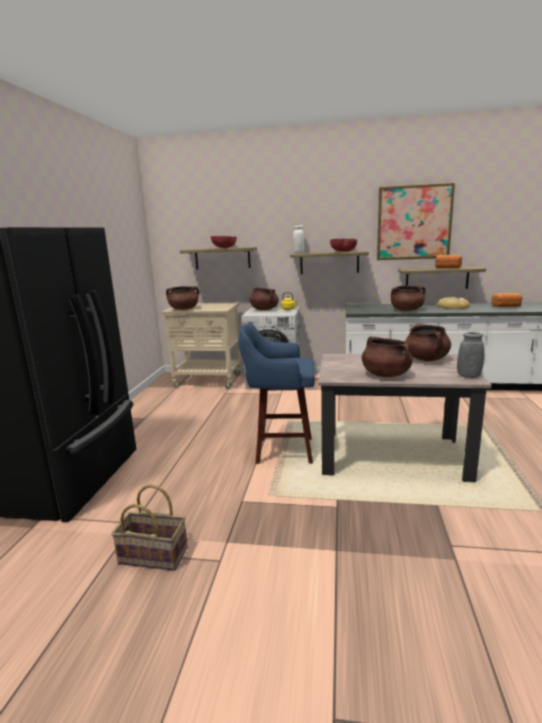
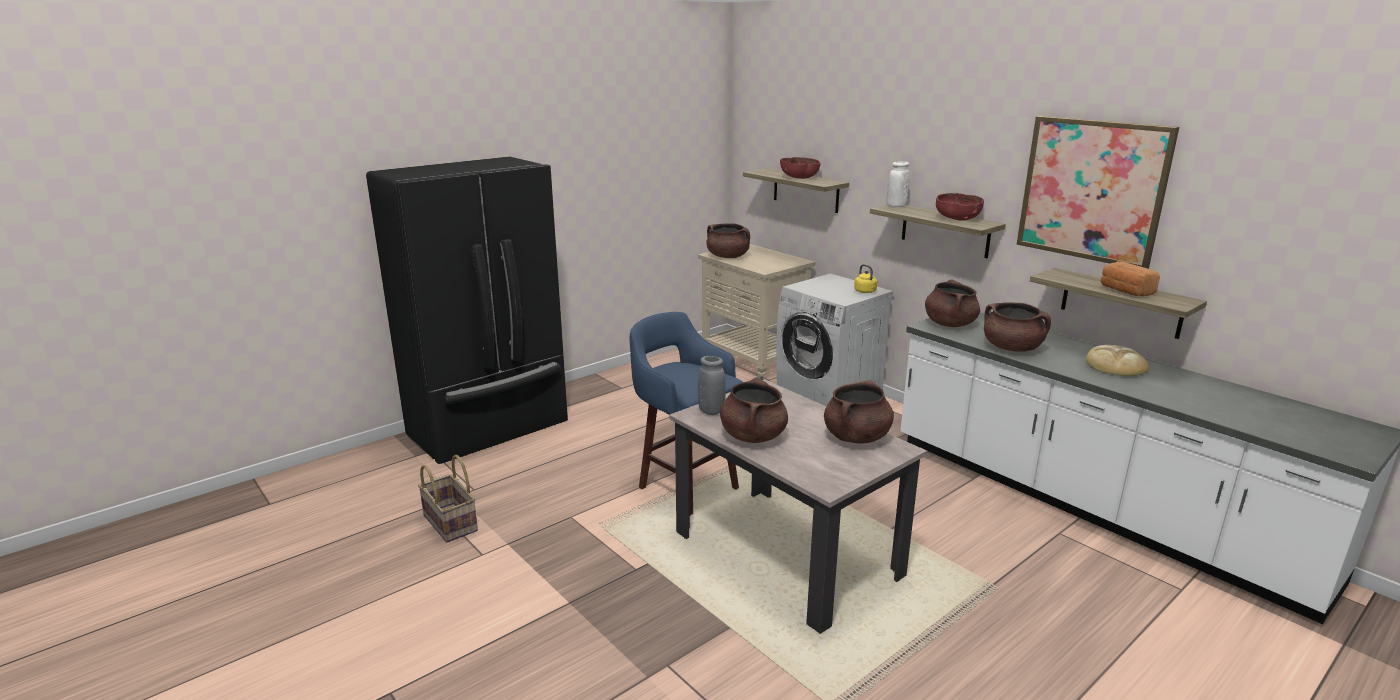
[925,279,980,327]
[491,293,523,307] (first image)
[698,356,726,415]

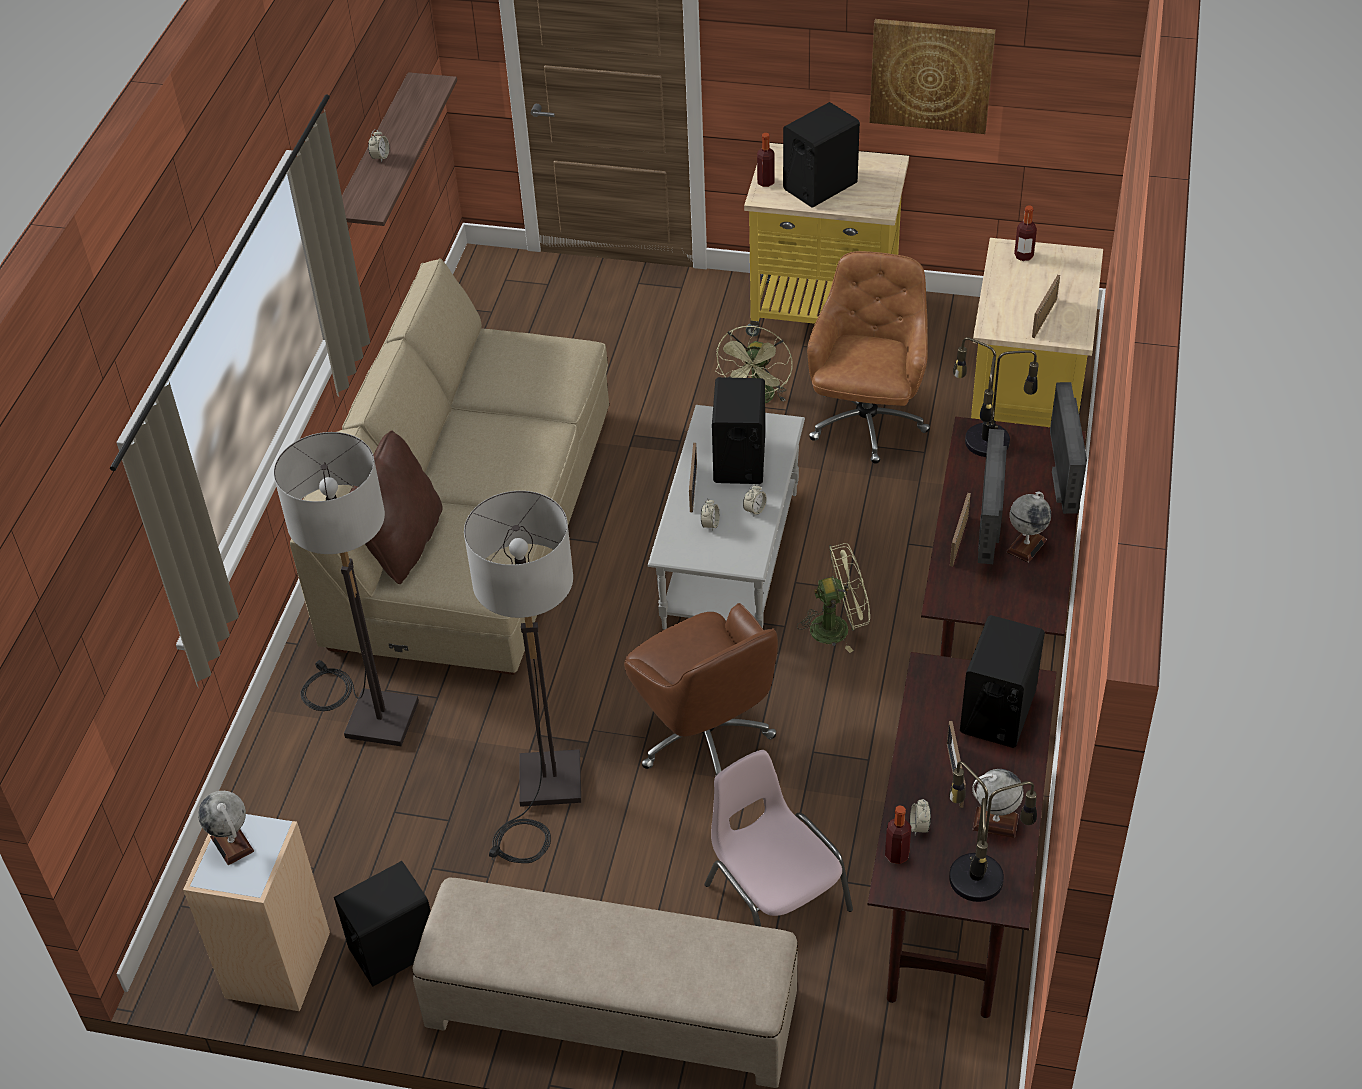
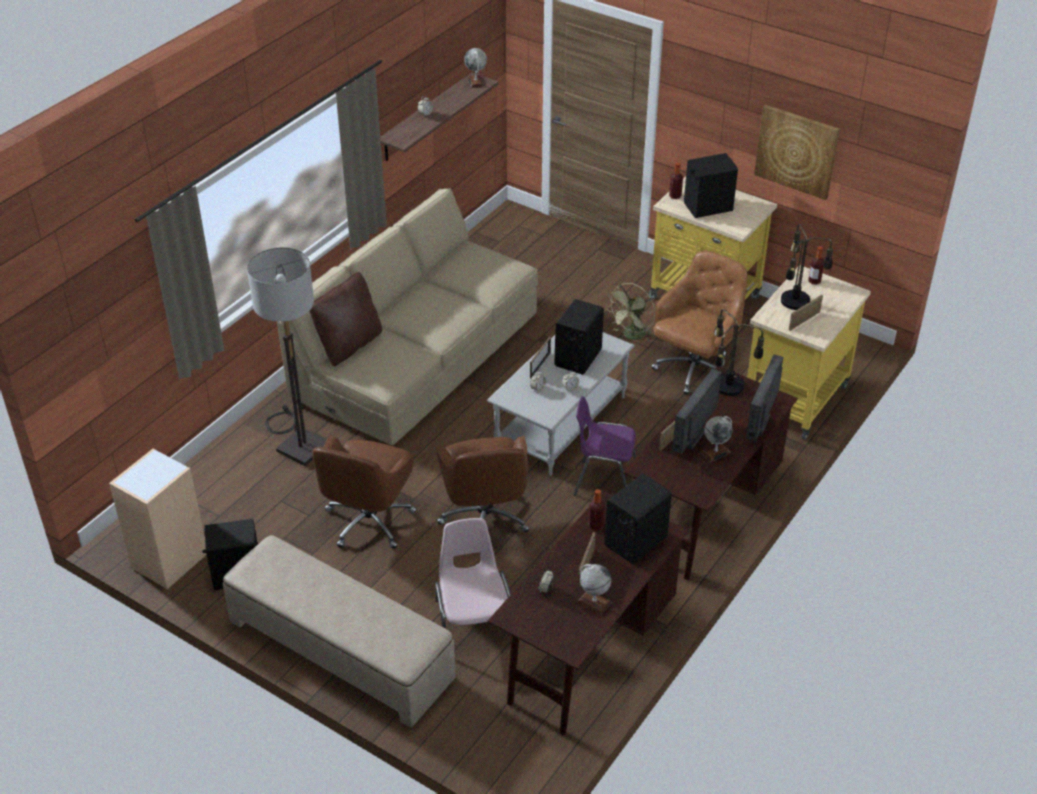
[313,435,416,548]
[574,396,637,495]
[781,224,833,310]
[464,48,487,88]
[588,489,605,530]

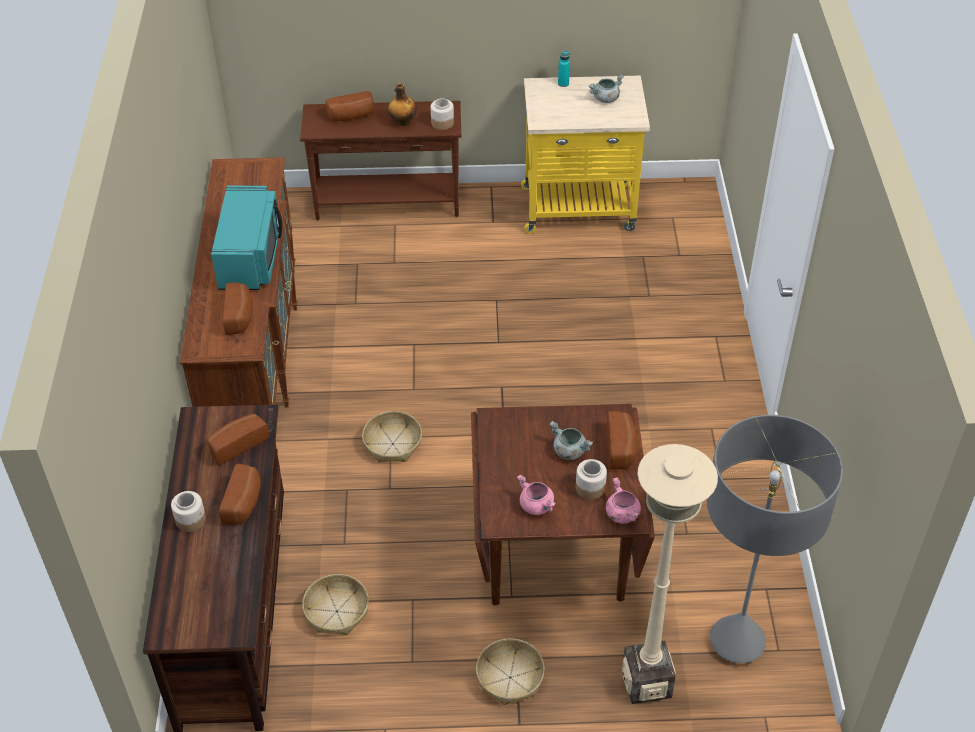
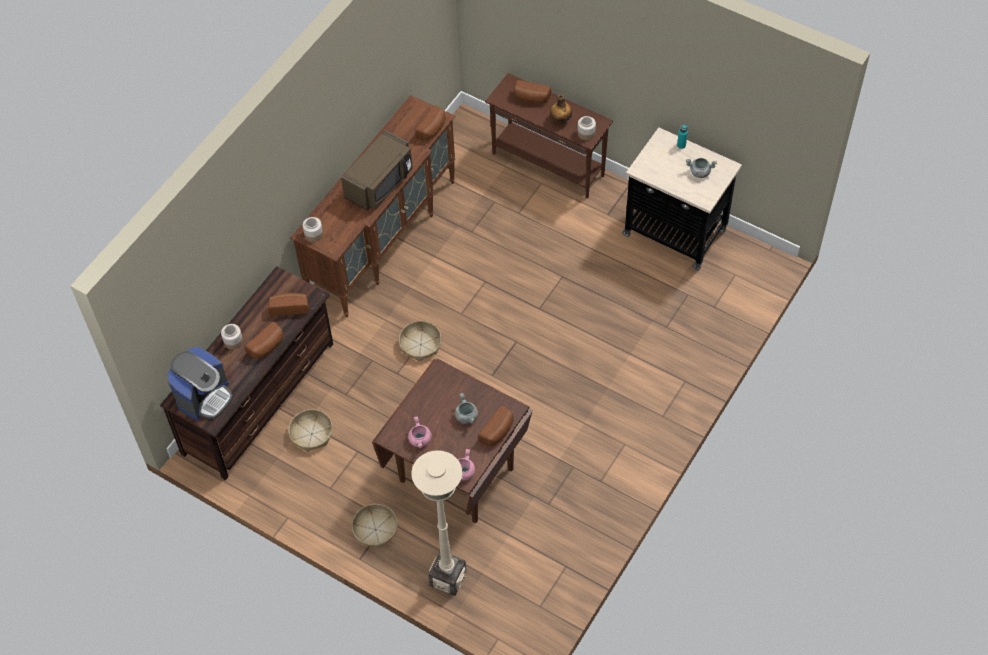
[622,127,742,271]
[341,130,413,210]
[415,106,446,141]
[707,415,843,663] (first image)
[303,217,323,242]
[167,347,233,421]

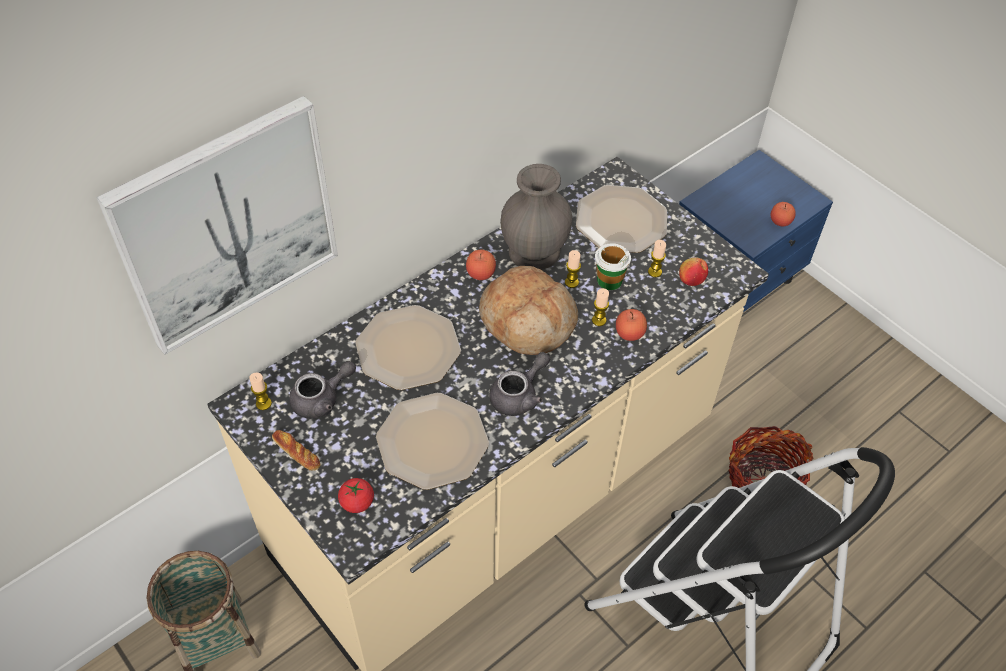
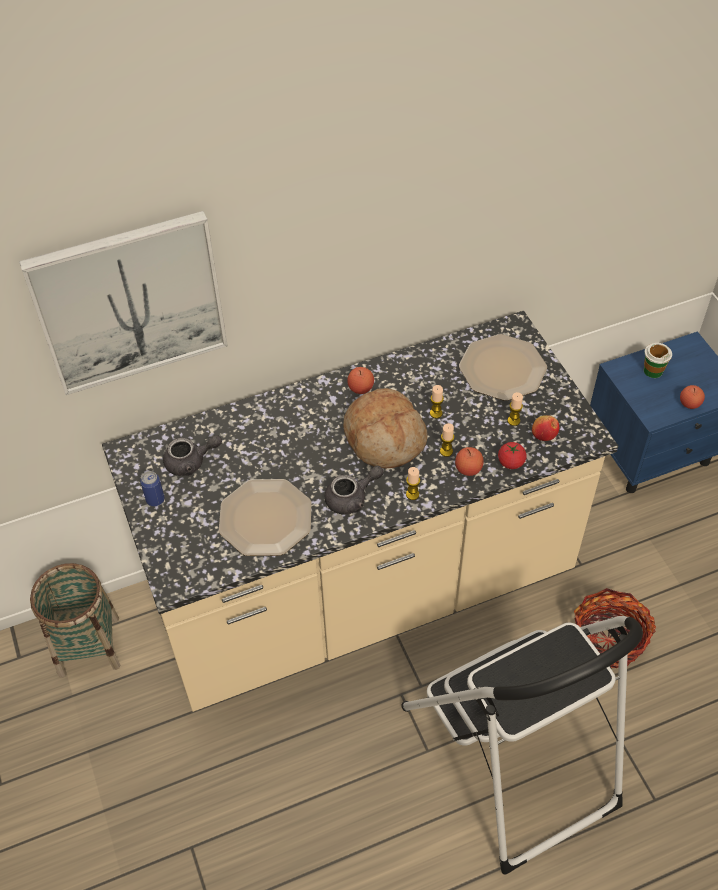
[500,164,572,270] (first image)
[644,343,672,378]
[355,305,461,390] (first image)
[406,467,420,500]
[140,471,164,506]
[498,442,527,469]

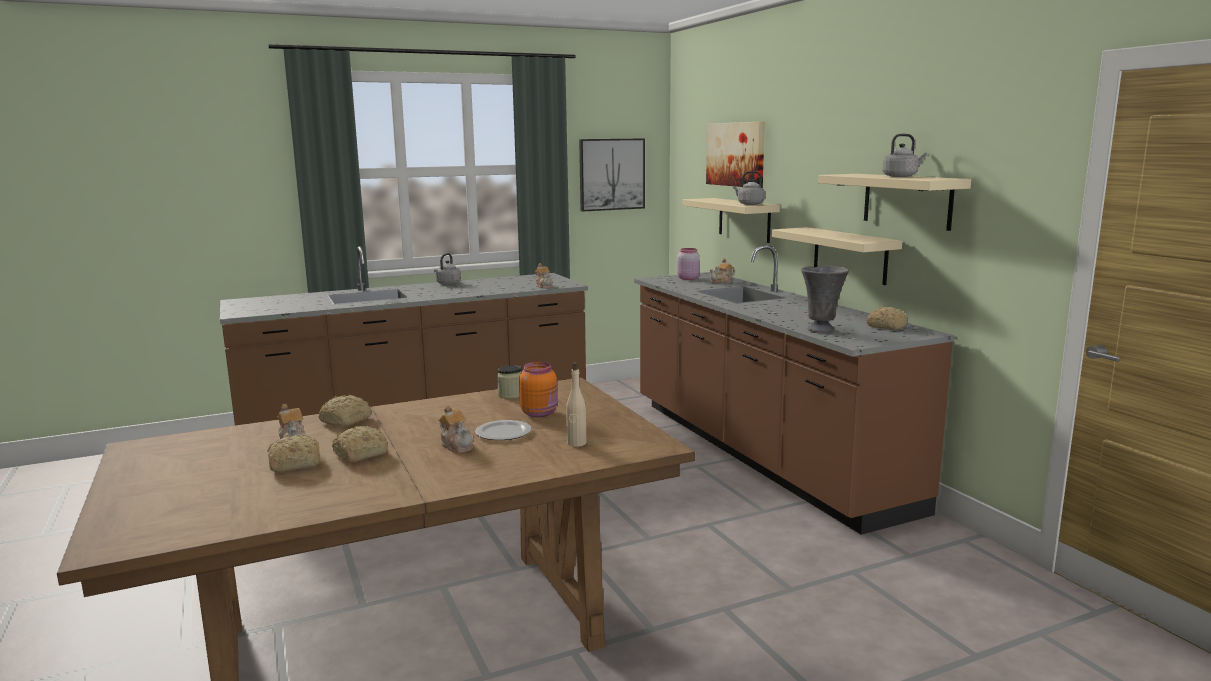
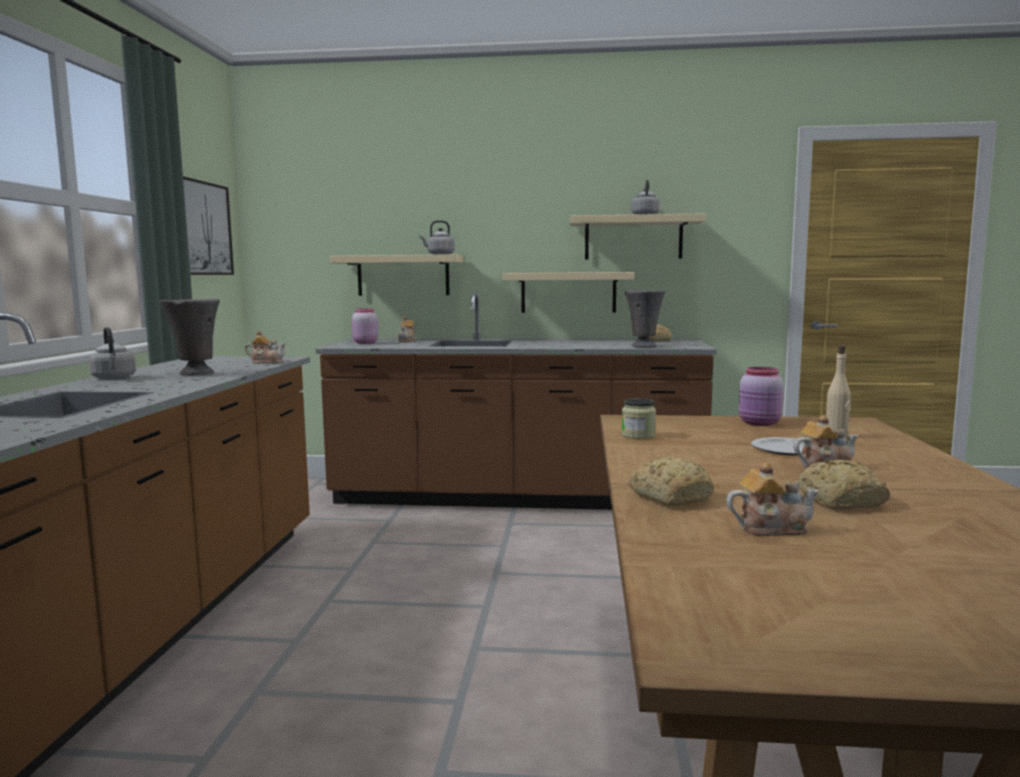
[706,122,765,188] (first image)
[519,362,557,417] (first image)
[267,435,320,472] (first image)
[160,299,220,375]
[739,367,784,426]

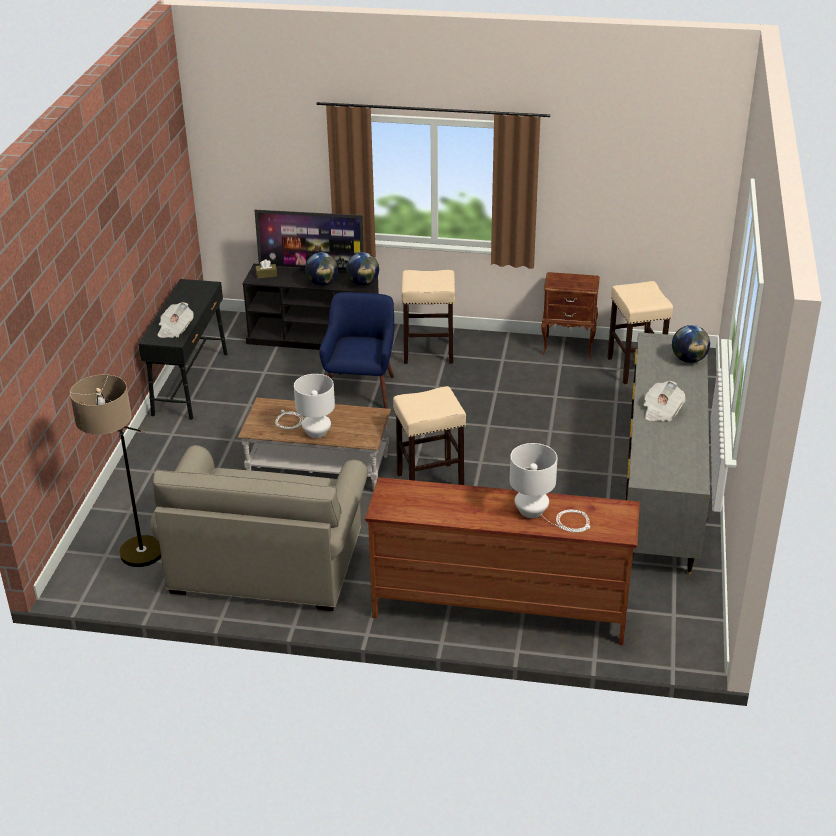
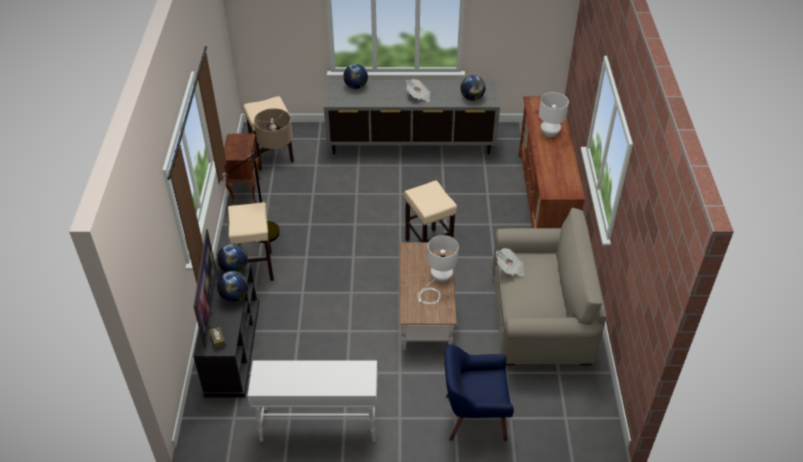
[247,360,378,442]
[444,344,514,441]
[496,248,524,277]
[222,108,293,243]
[461,75,486,101]

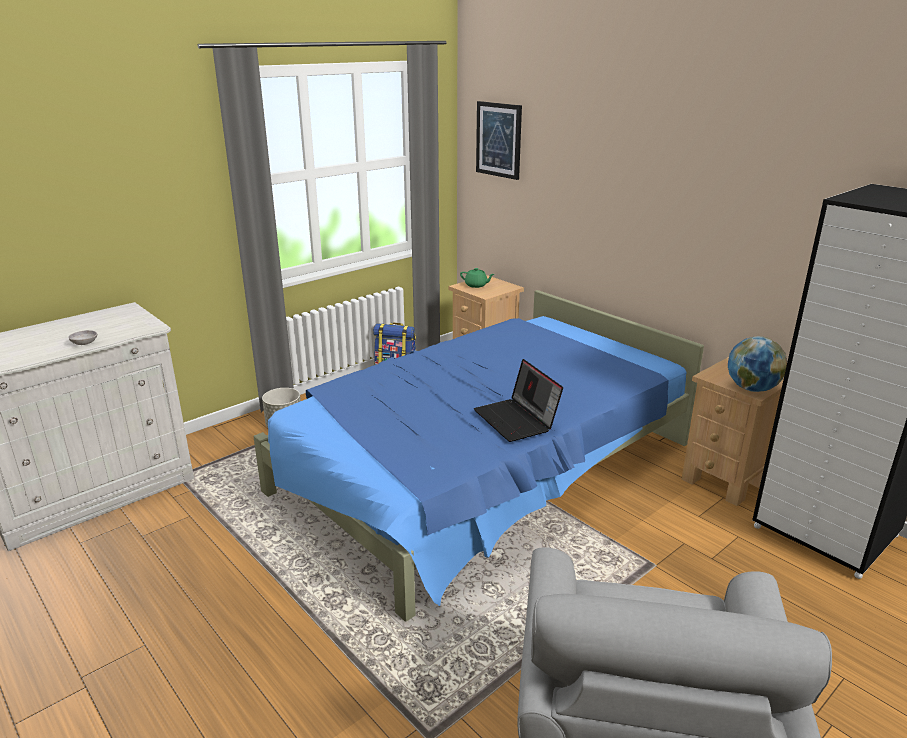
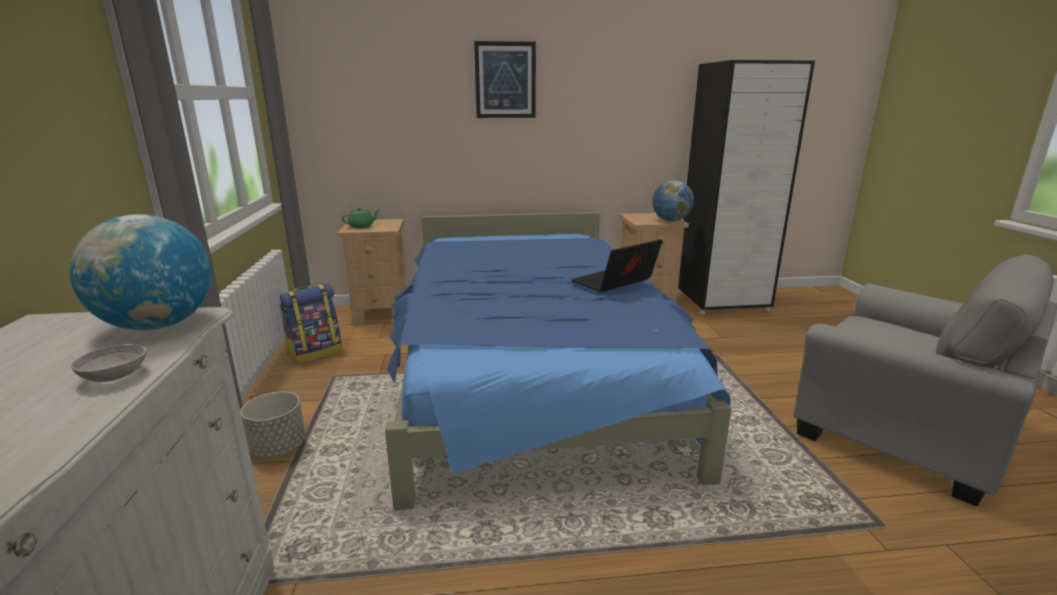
[474,41,536,118]
[571,239,663,292]
[70,214,212,330]

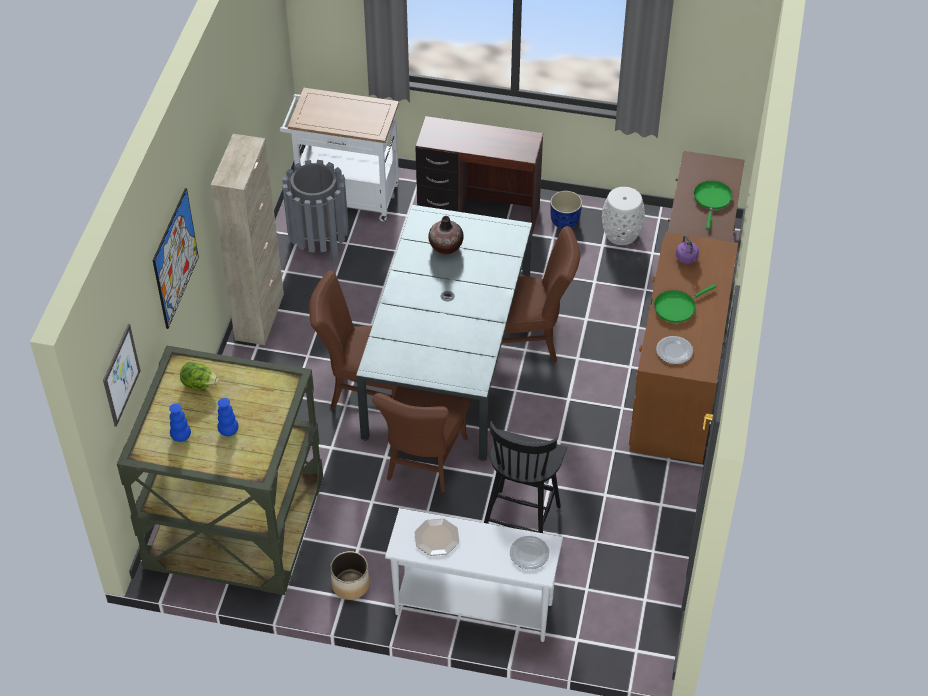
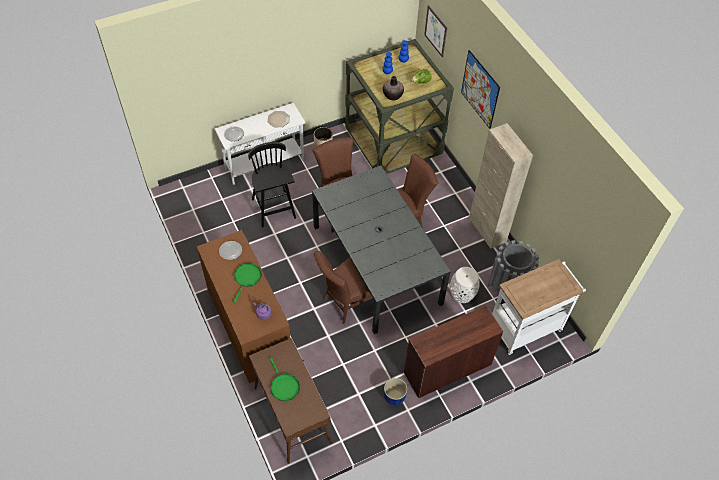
[450,267,480,303]
[383,76,404,101]

